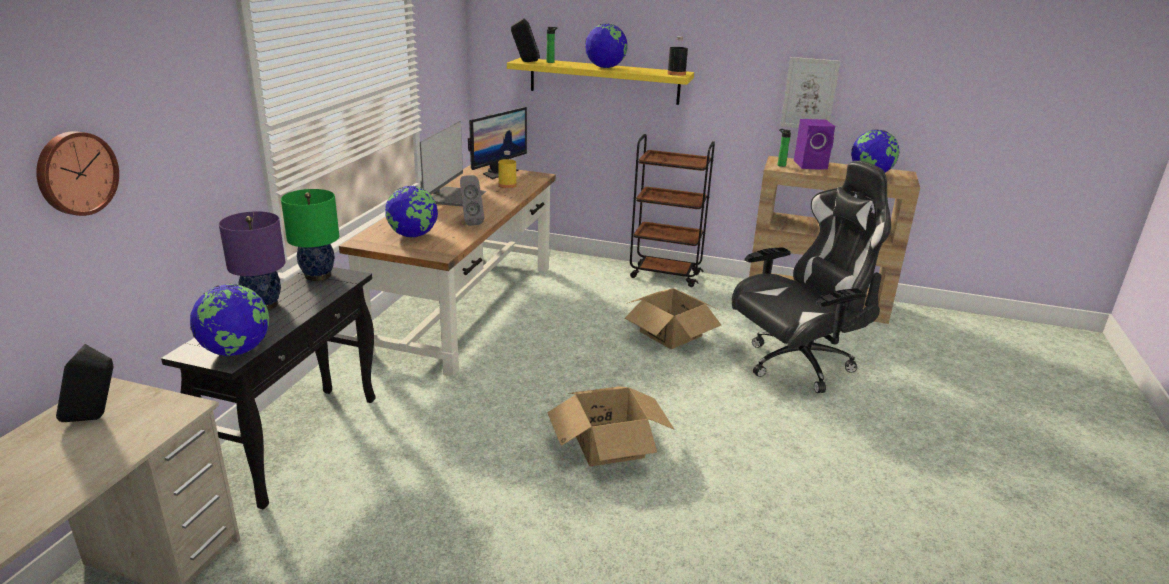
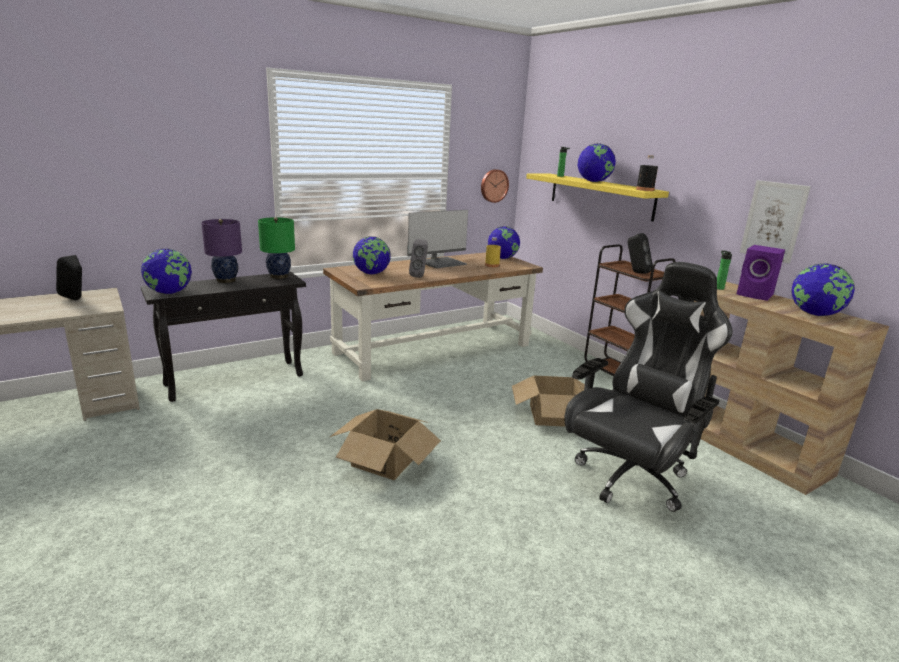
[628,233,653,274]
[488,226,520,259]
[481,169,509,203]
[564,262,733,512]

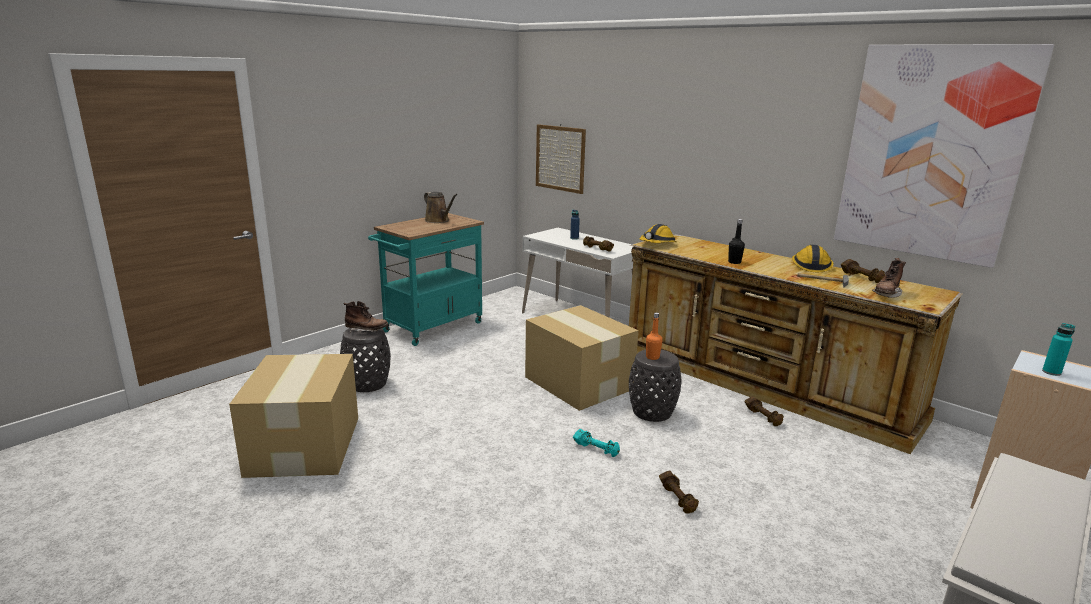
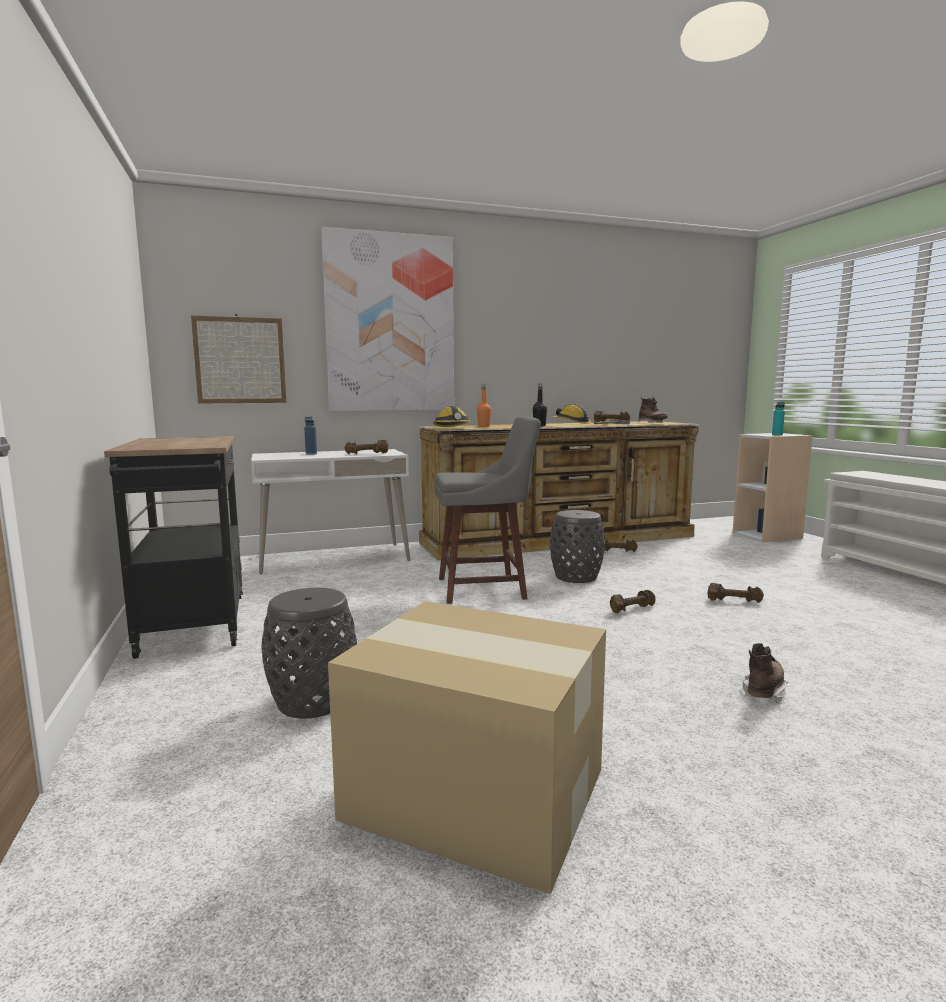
[321,227,454,411]
[424,192,458,223] (first image)
[104,436,243,659]
[743,643,788,704]
[435,416,541,604]
[477,384,491,427]
[610,590,656,613]

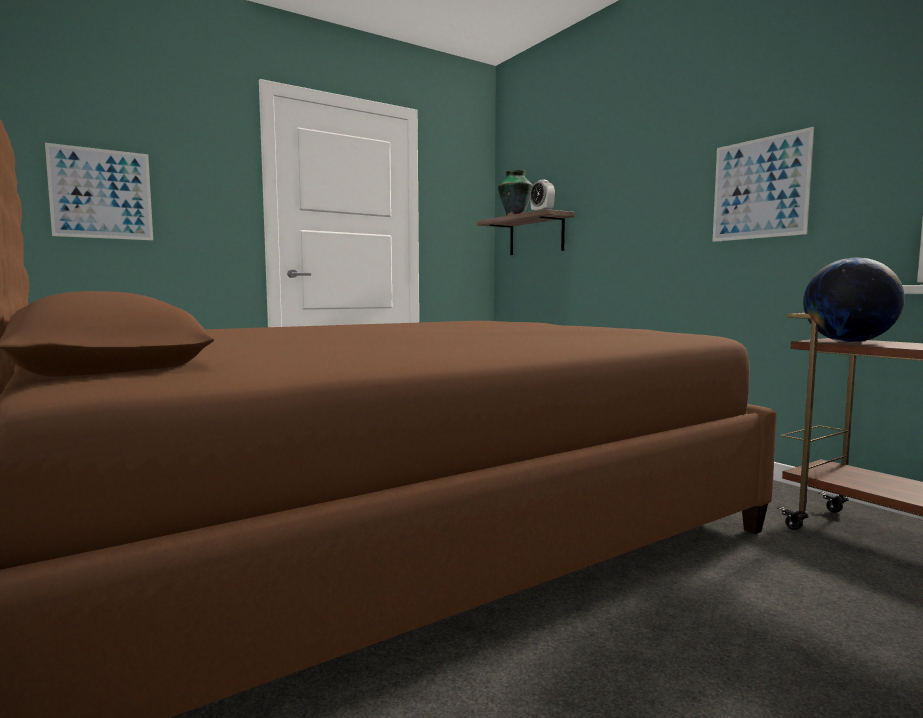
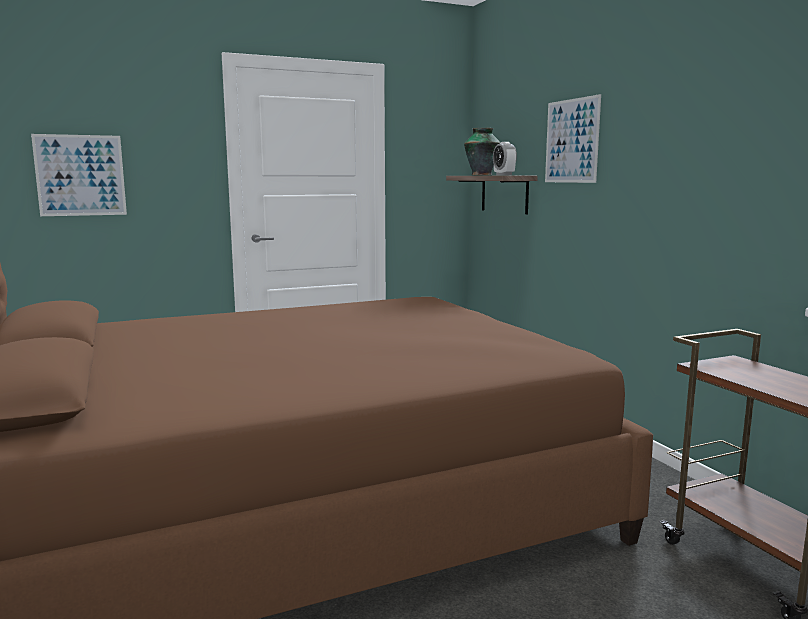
[545,94,601,183]
[803,257,905,342] (first image)

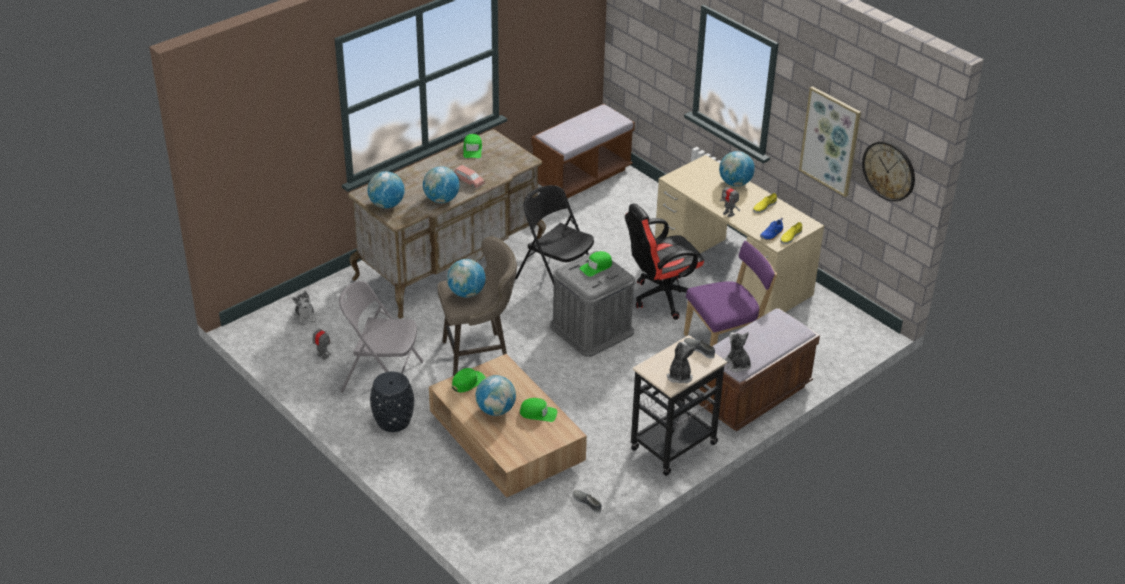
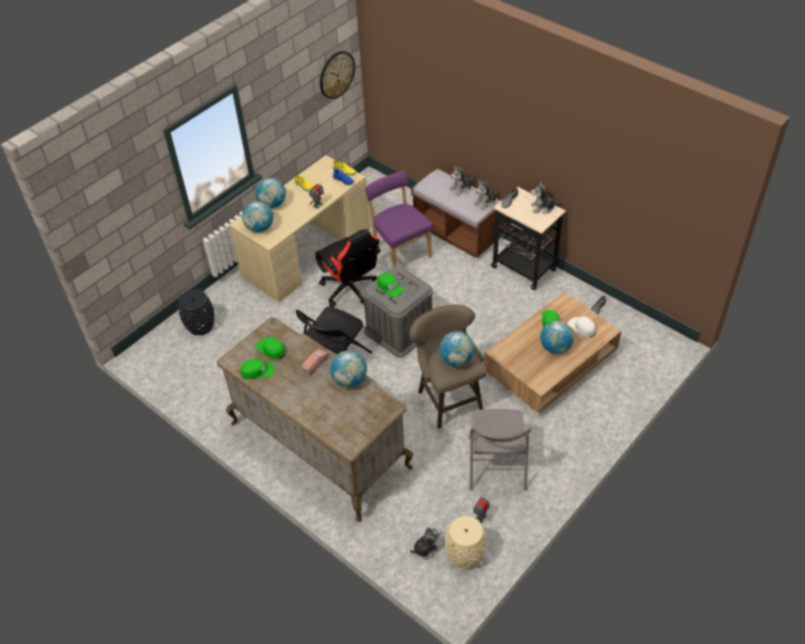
[799,86,861,197] (first image)
[531,104,635,198] (first image)
[242,201,273,232]
[255,337,285,360]
[179,289,214,335]
[450,165,474,195]
[568,316,596,338]
[445,516,487,569]

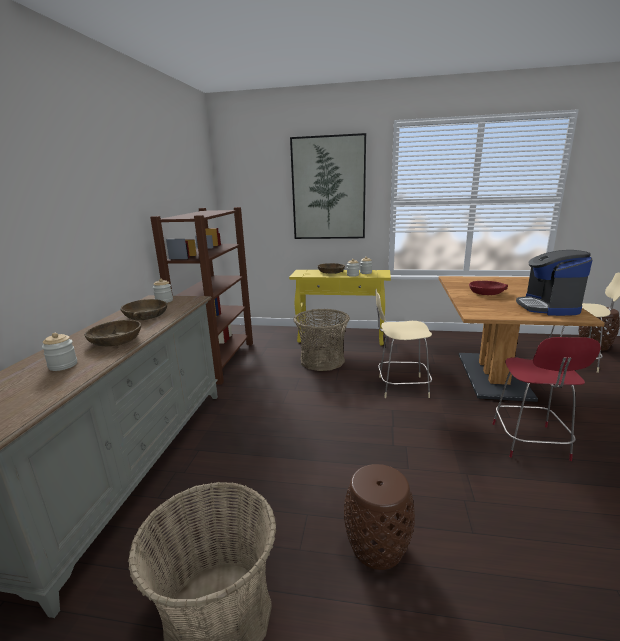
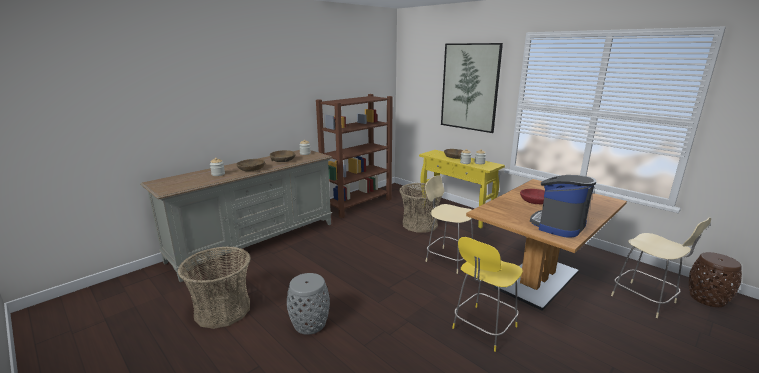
[452,237,523,352]
[287,273,330,335]

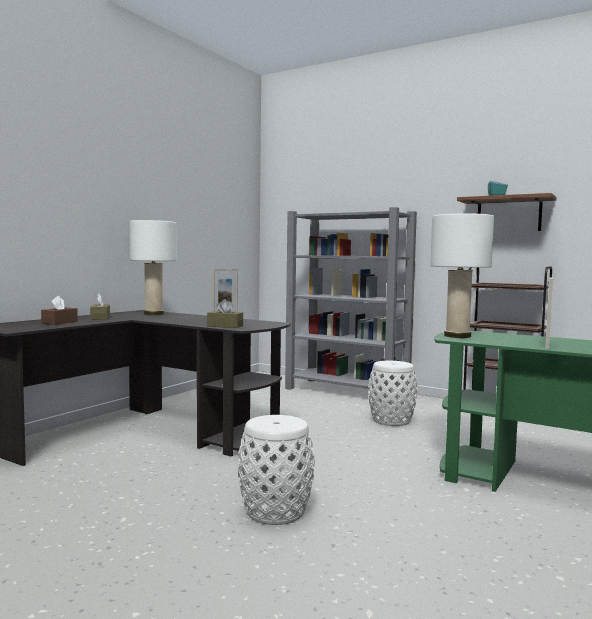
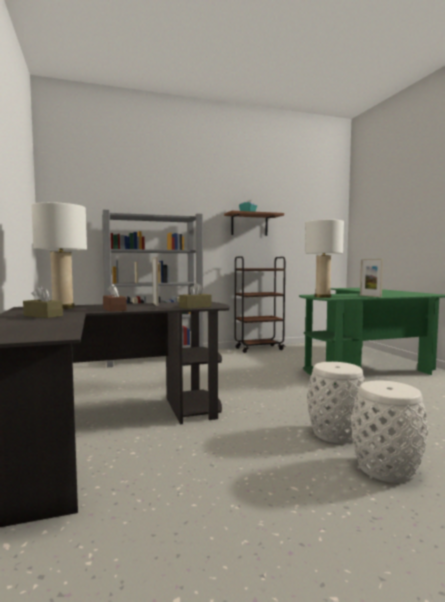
[103,284,127,312]
[351,380,428,483]

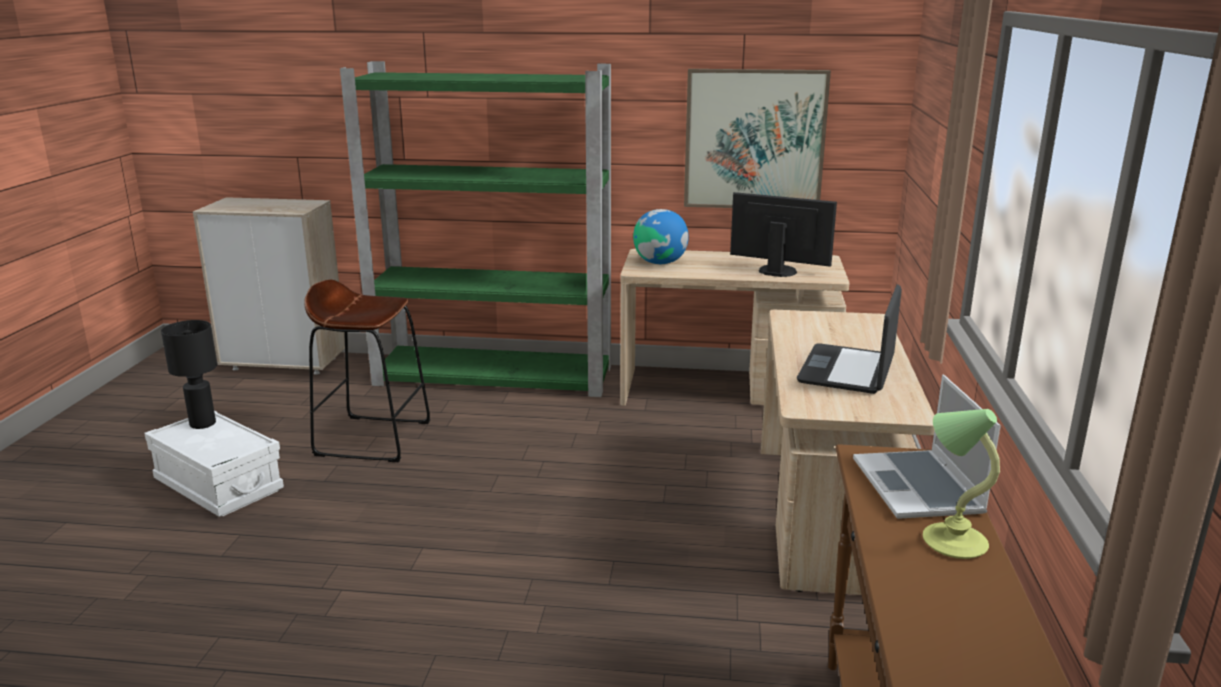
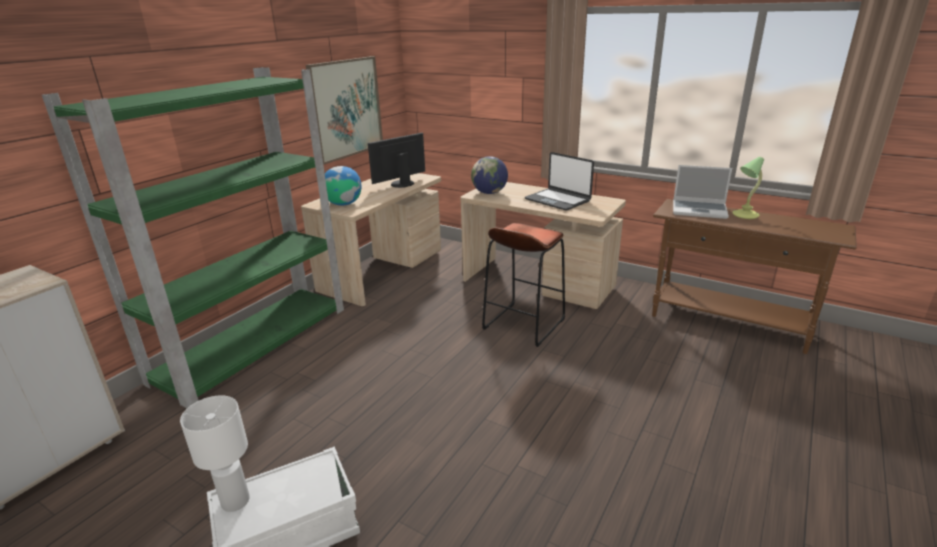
[482,223,565,347]
[180,395,250,512]
[471,156,508,194]

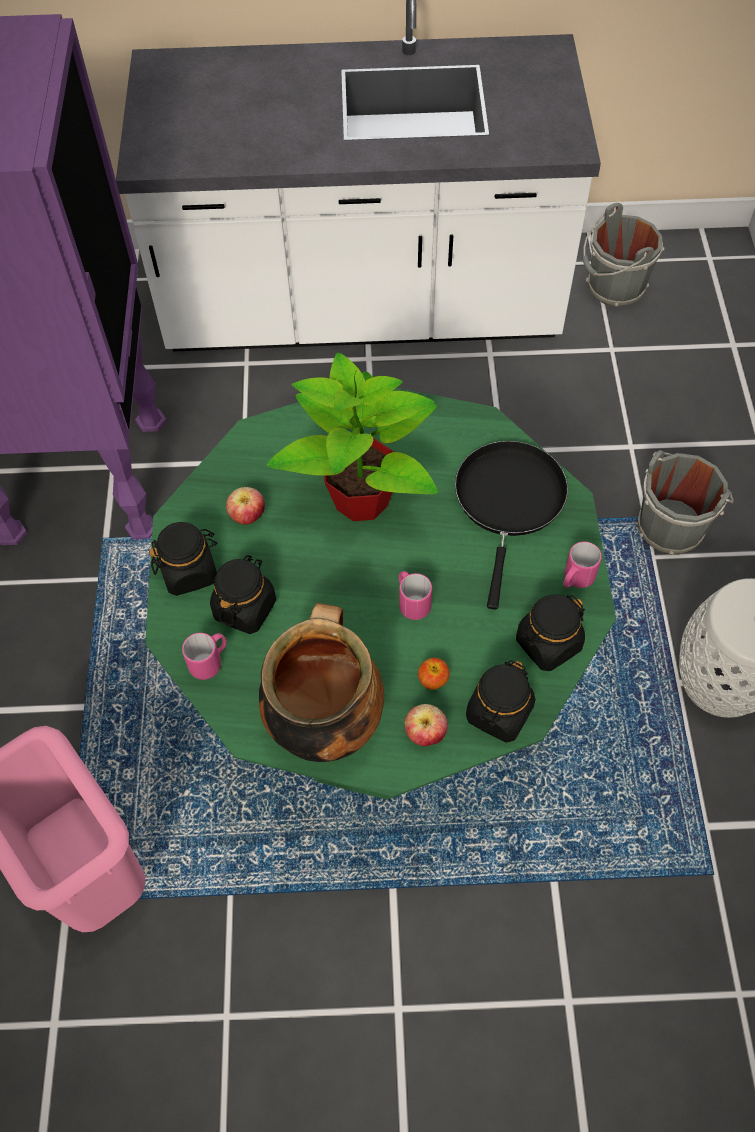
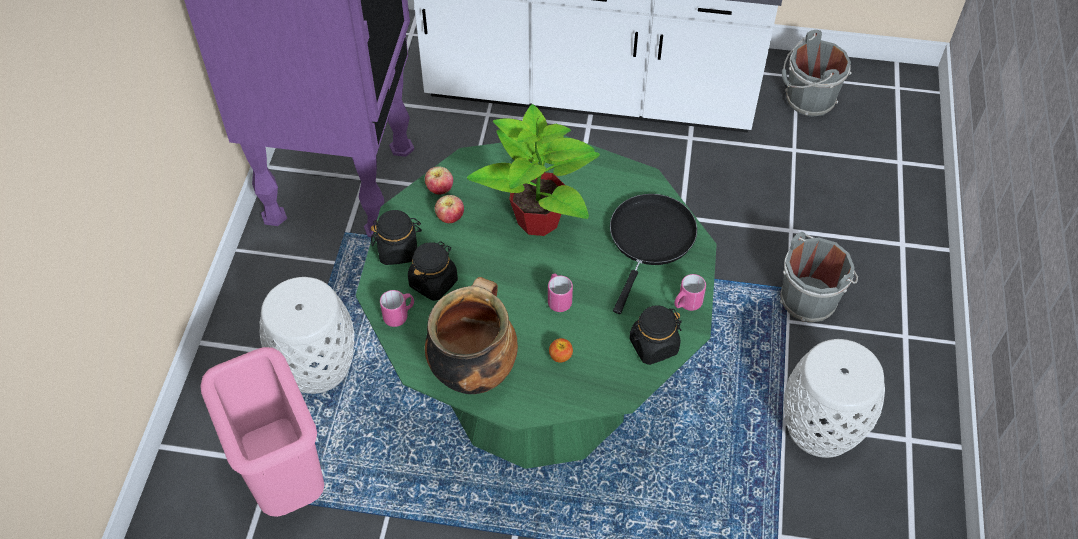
[466,660,536,743] (first image)
[425,166,453,195]
[259,277,354,394]

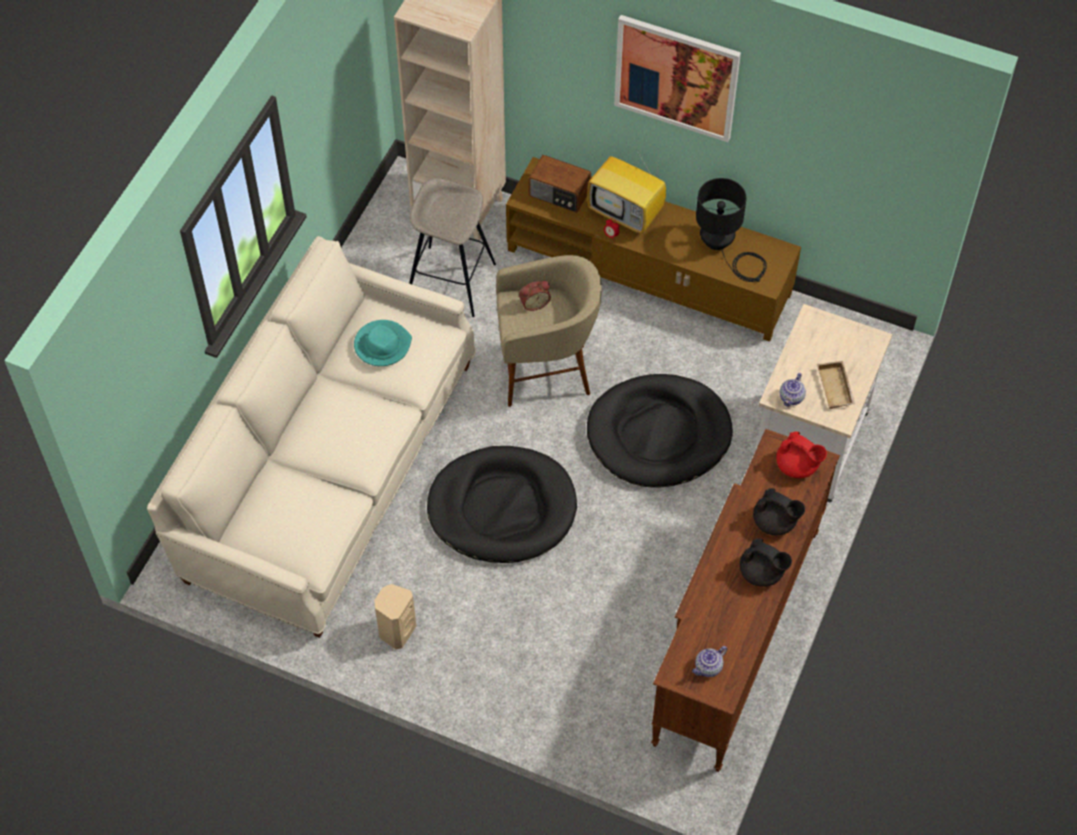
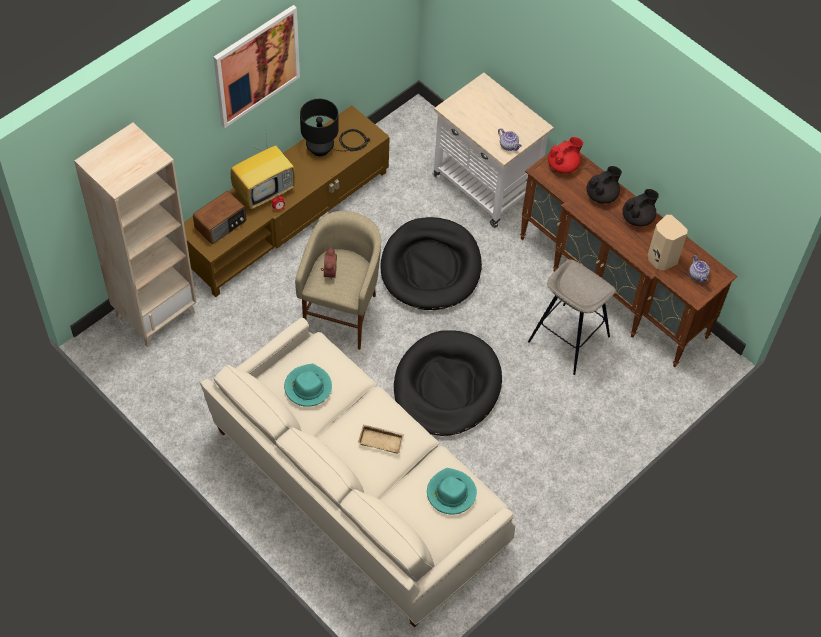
[528,260,616,375]
[358,424,404,454]
[648,215,688,271]
[427,468,477,515]

